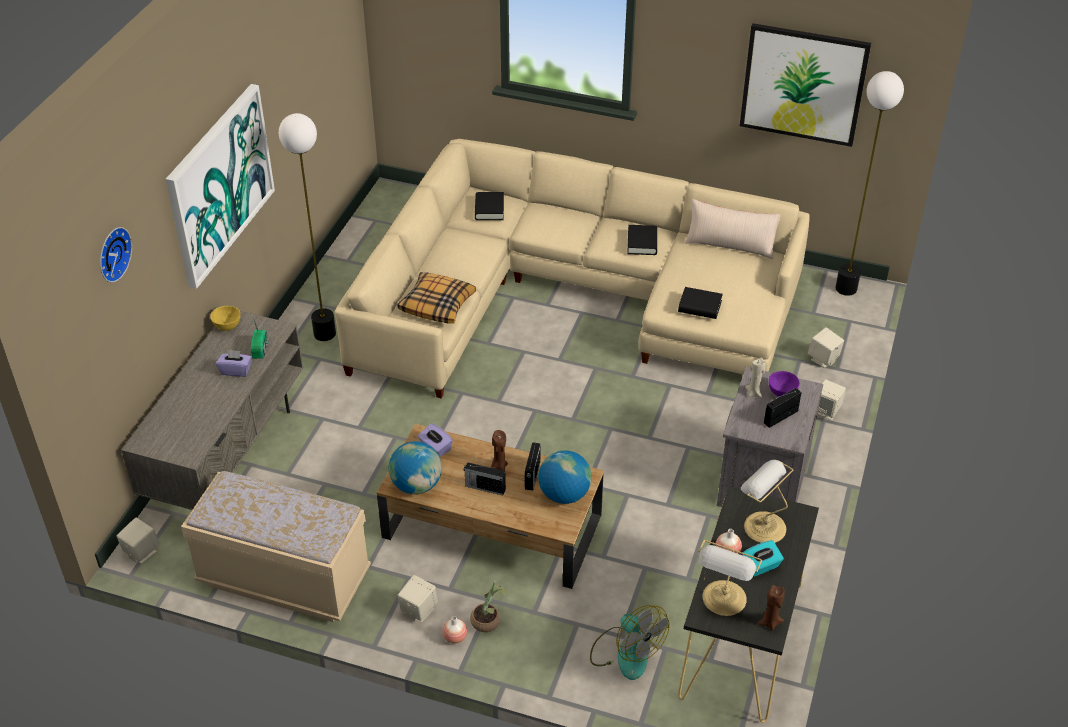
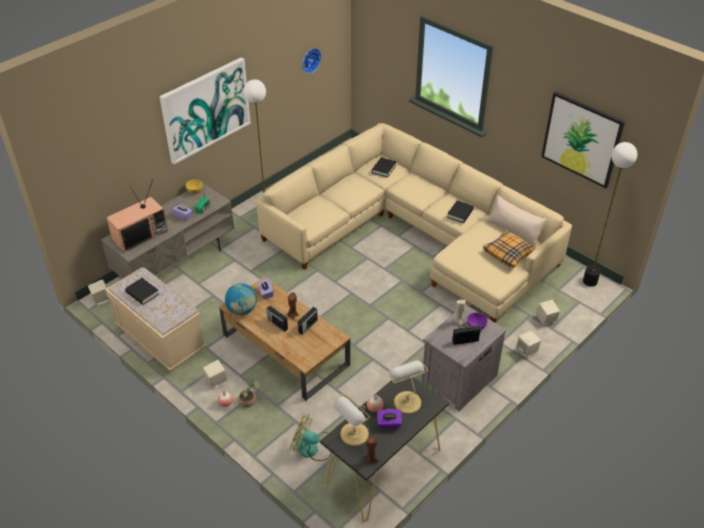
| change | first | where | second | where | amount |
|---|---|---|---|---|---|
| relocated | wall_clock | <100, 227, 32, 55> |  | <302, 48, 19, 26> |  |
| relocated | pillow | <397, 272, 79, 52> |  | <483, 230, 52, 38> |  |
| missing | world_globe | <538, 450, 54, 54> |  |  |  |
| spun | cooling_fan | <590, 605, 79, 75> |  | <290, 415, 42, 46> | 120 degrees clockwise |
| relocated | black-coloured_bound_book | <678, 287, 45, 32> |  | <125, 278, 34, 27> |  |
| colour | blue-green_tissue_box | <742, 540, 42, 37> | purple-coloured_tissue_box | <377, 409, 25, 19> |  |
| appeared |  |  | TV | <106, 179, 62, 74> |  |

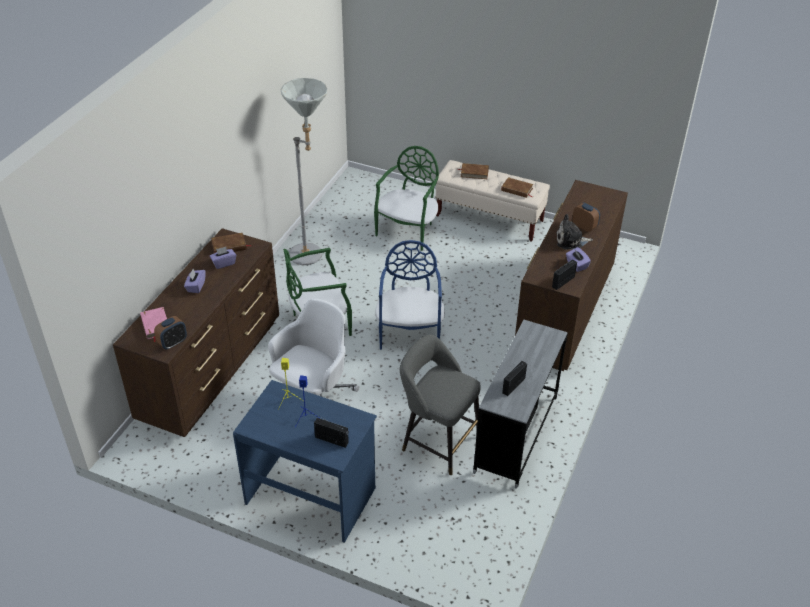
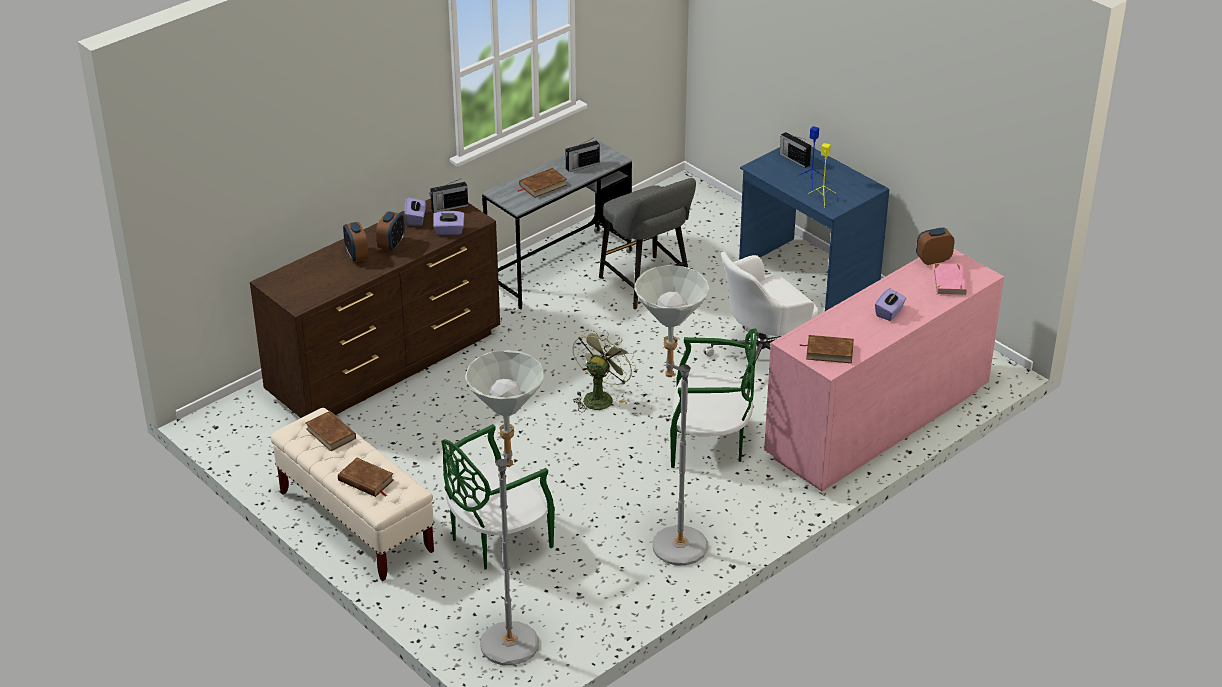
| change | first | where | second | where | amount |
|---|---|---|---|---|---|
| colour | brown-coloured_dresser | <113, 228, 166, 209> | pink_dresser | <764, 249, 240, 242> |  |
| relocated | purple-coloured_tissue_box | <210, 247, 26, 22> |  | <433, 211, 31, 24> |  |
| exchanged | bluish_chair | <375, 240, 70, 110> | green_cooling_fan | <573, 329, 63, 83> |  |
| exchanged | plush_toy | <556, 214, 37, 35> | bedside_clock | <376, 211, 29, 40> |  |
| appeared |  |  | grey_standard_lamp | <465, 350, 79, 315> |  |
| appeared |  |  | brown-coloured_bound_book | <518, 168, 49, 30> |  |

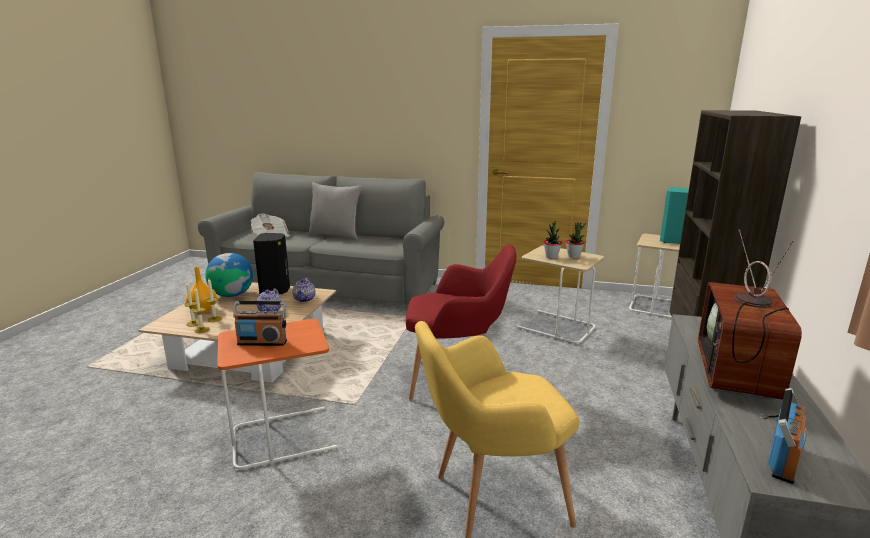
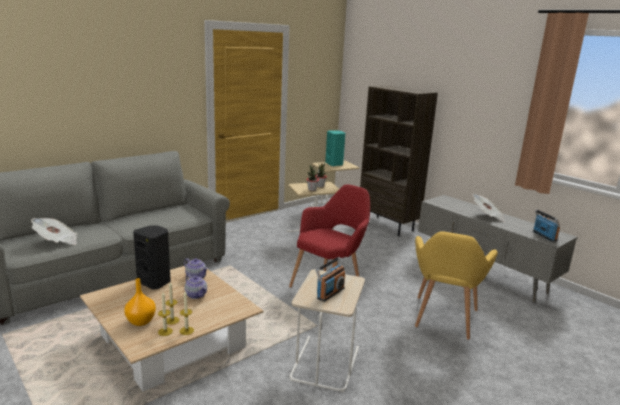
| change | first | where | second | where | amount |
|---|---|---|---|---|---|
| missing | world_globe | <206, 253, 47, 44> |  |  |  |
| colour | orange-coloured_accent_table | <217, 319, 120, 152> | sand-coloured_accent_table | <290, 269, 75, 123> |  |
| missing | grey_pillow | <308, 182, 54, 58> |  |  |  |
| exchanged | TV | <698, 229, 104, 190> | daily_paper | <472, 194, 32, 28> |  |

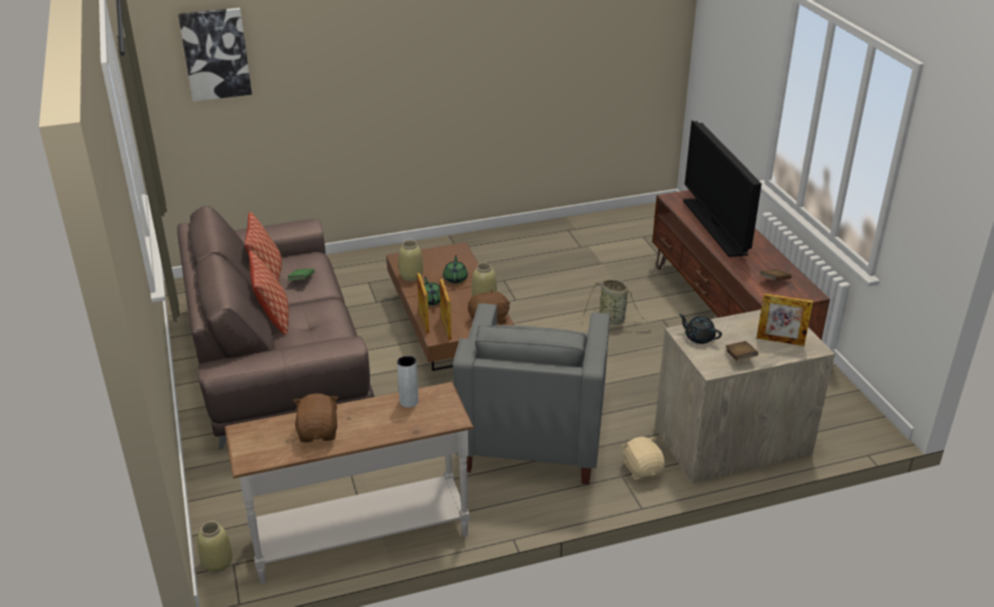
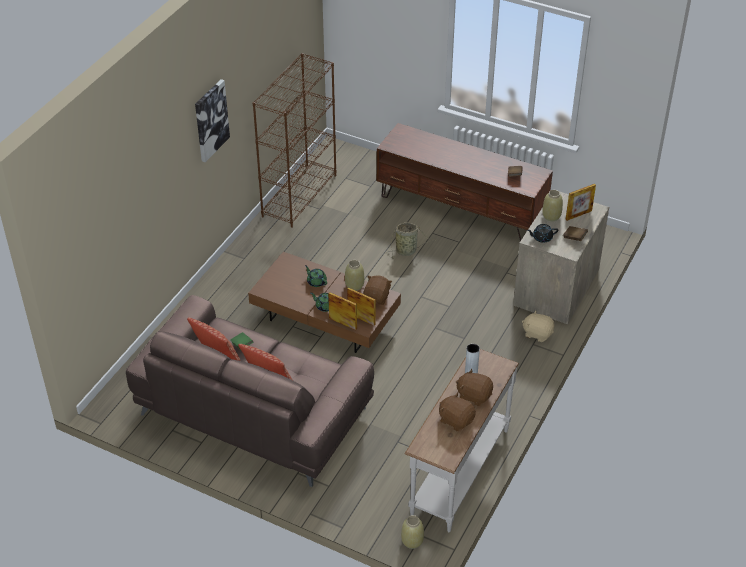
| change | first | where | second | where | amount |
|---|---|---|---|---|---|
| relocated | wall_picture | <178, 8, 74, 93> |  | <195, 79, 35, 83> |  |
| relocated | sand-coloured_vase | <399, 240, 24, 41> |  | <542, 190, 21, 31> |  |
| missing | grey_lounge_chair | <453, 303, 157, 181> |  |  |  |
| missing | TV | <683, 121, 79, 136> |  |  |  |
| appeared |  |  | brown-coloured_shelving_unit | <253, 53, 84, 175> |  |
| appeared |  |  | brown-coloured_plush_toy | <456, 368, 37, 38> |  |

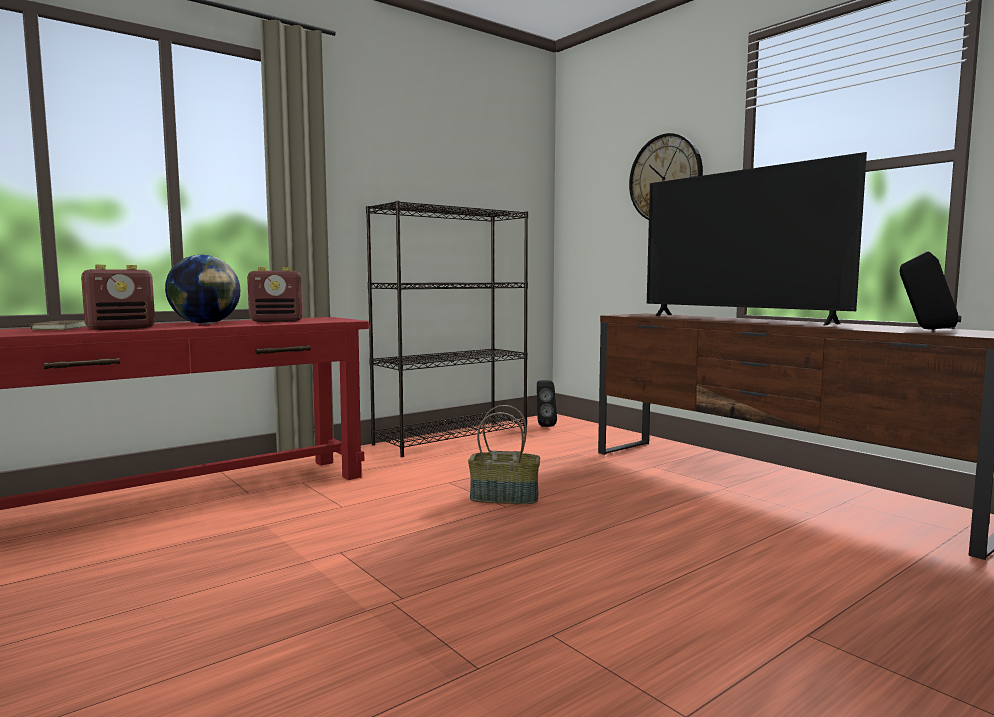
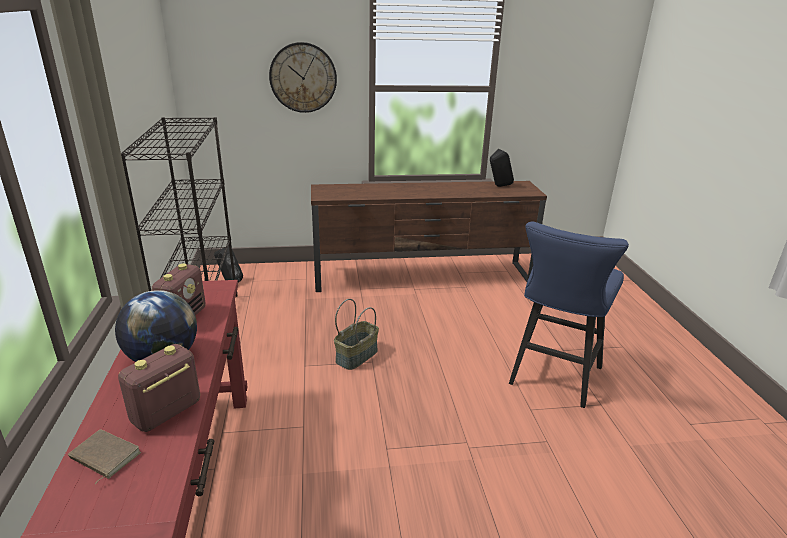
| change | first | where | second | where | amount |
|---|---|---|---|---|---|
| spun | radio_set | <81, 265, 74, 65> |  | <118, 344, 82, 88> | 135 degrees counterclockwise |
| missing | TV | <647, 152, 220, 173> |  |  |  |
| appeared |  |  | bluish_stool | <509, 222, 120, 186> |  |

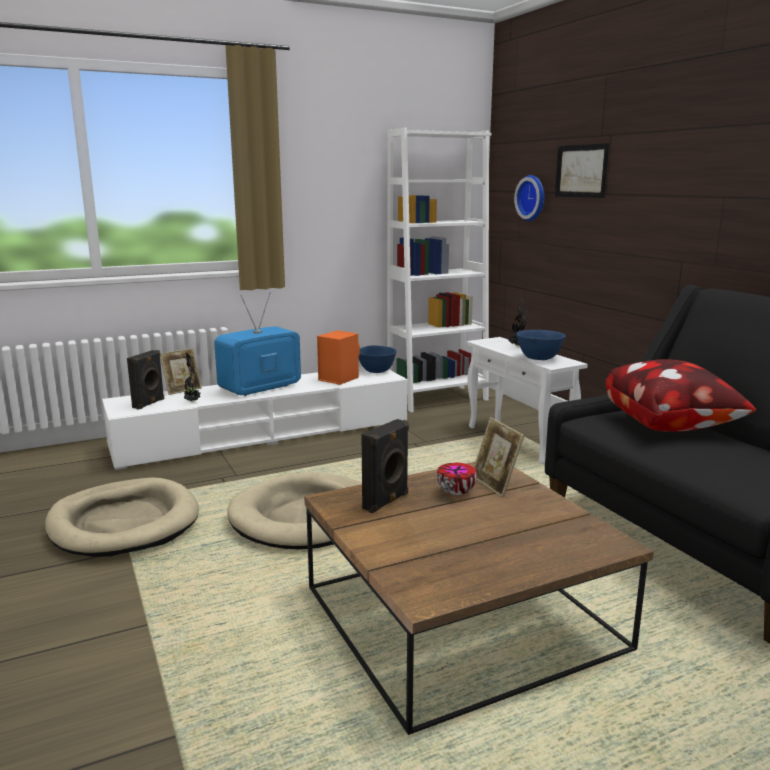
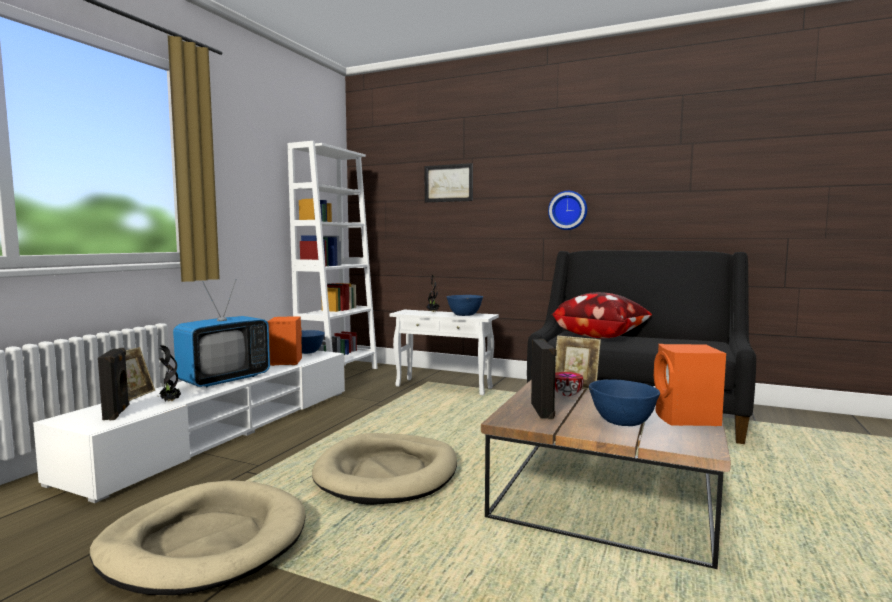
| change | first | where | second | where | amount |
|---|---|---|---|---|---|
| spun | TV | <214, 292, 87, 104> |  | <173, 279, 97, 108> | 150 degrees counterclockwise |
| relocated | wall_clock | <514, 175, 31, 46> |  | <548, 191, 39, 39> |  |
| appeared |  |  | bluish_bowl | <589, 379, 71, 47> |  |
| appeared |  |  | orange-coloured_speaker | <654, 344, 72, 82> |  |

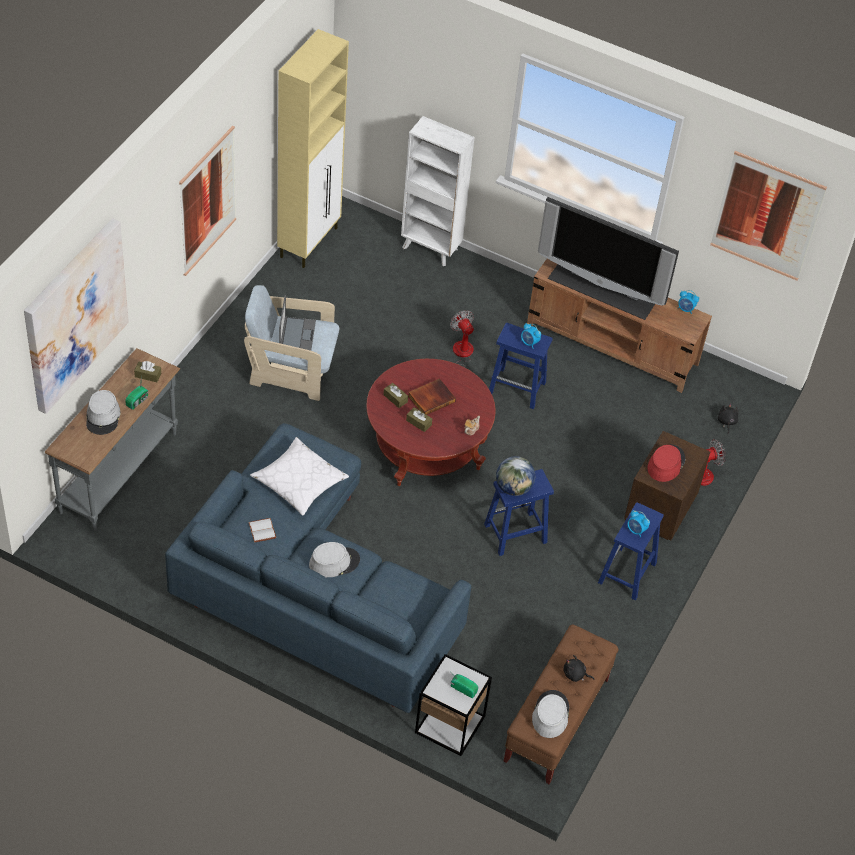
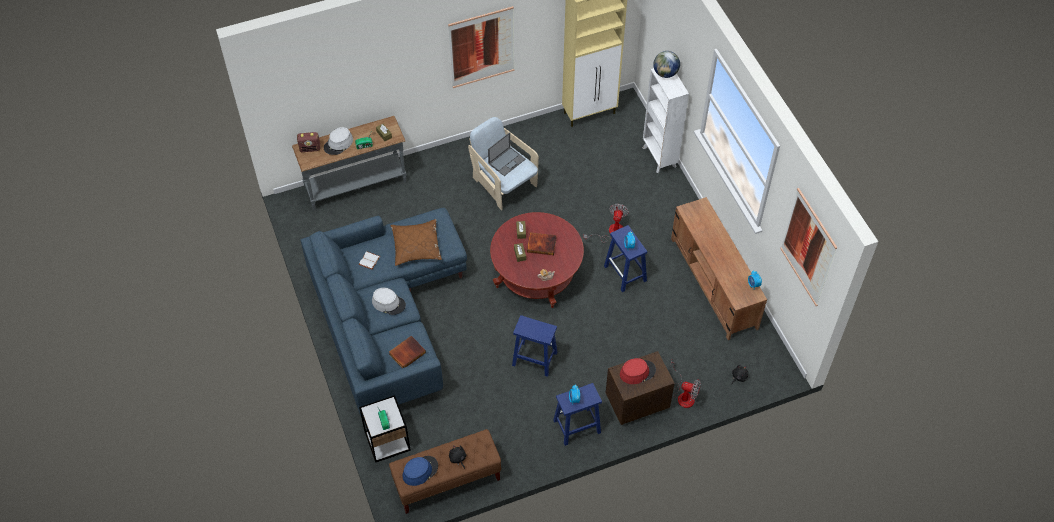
| change | first | where | second | where | amount |
|---|---|---|---|---|---|
| missing | wall_picture | <24, 218, 105, 196> |  |  |  |
| colour | white-coloured_pillow | <250, 437, 99, 79> | brown-coloured_pillow | <390, 219, 52, 47> |  |
| relocated | world_globe | <496, 456, 39, 40> |  | <653, 51, 27, 27> |  |
| colour | grey_wearable_hat | <532, 690, 37, 48> | bluish_wearable_hat | <403, 456, 35, 30> |  |
| missing | TV | <538, 197, 141, 123> |  |  |  |
| appeared |  |  | radio_set | <297, 132, 23, 20> |  |
| appeared |  |  | bound_book | <389, 336, 37, 32> |  |

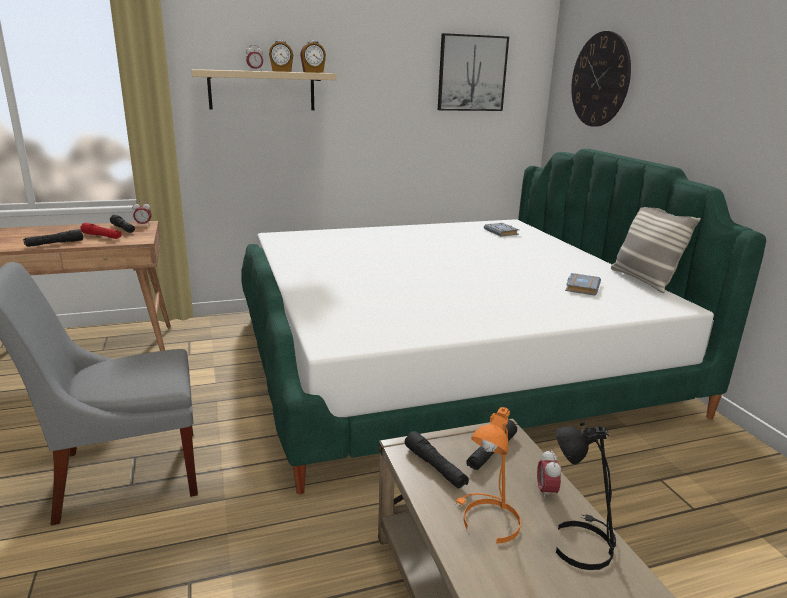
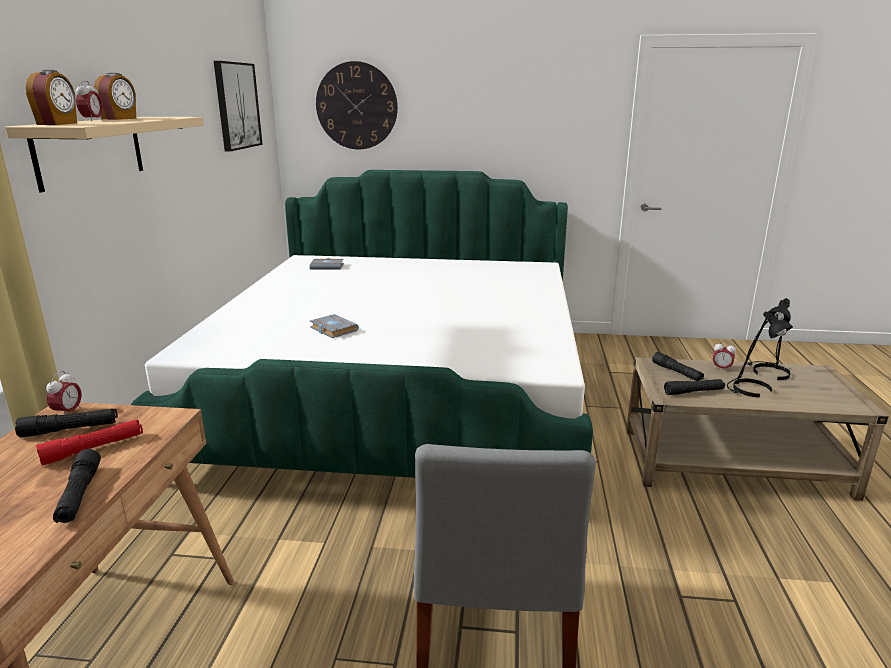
| change | first | where | second | where | amount |
|---|---|---|---|---|---|
| relocated | bedside_clock | <300, 41, 26, 32> |  | <26, 70, 51, 55> |  |
| colour | orange-coloured_table_lamp | <456, 407, 65, 137> | black-coloured_table_lamp | <727, 311, 66, 87> |  |
| relocated | grey_bound_book | <565, 273, 36, 23> |  | <310, 314, 49, 24> |  |
| missing | pillow | <611, 207, 90, 86> |  |  |  |

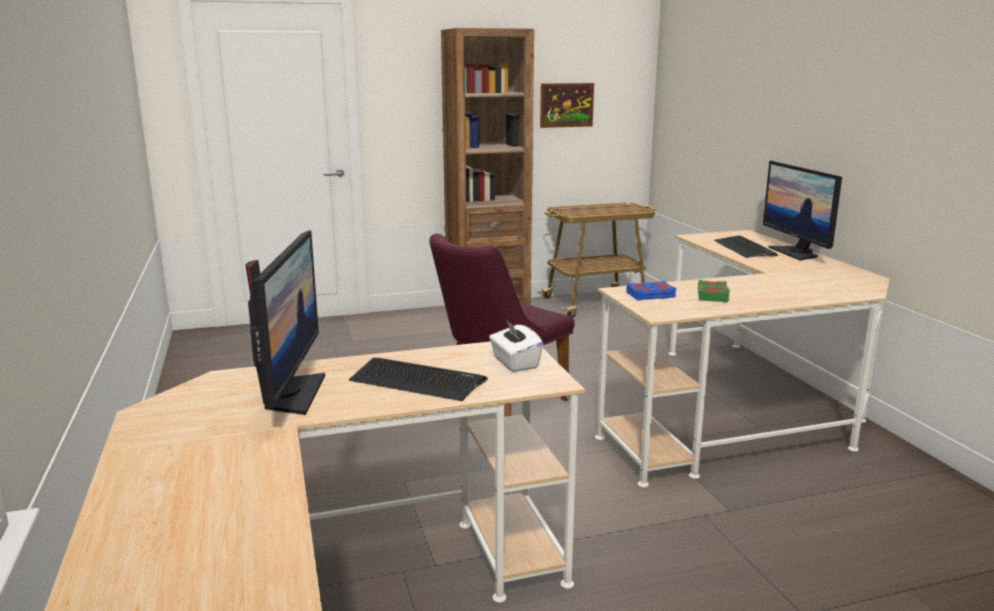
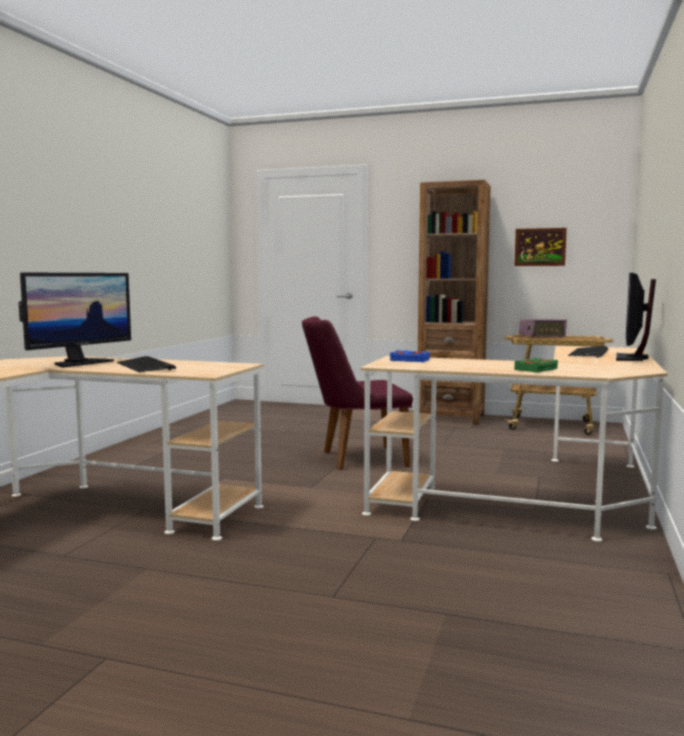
| change | first | where | second | where | amount |
|---|---|---|---|---|---|
| missing | white-coloured_tissue_box | <489, 319, 54, 53> |  |  |  |
| relocated | green_bound_book | <698, 280, 32, 22> |  | <514, 358, 44, 14> |  |
| appeared |  |  | radio_set | <519, 319, 48, 18> |  |

